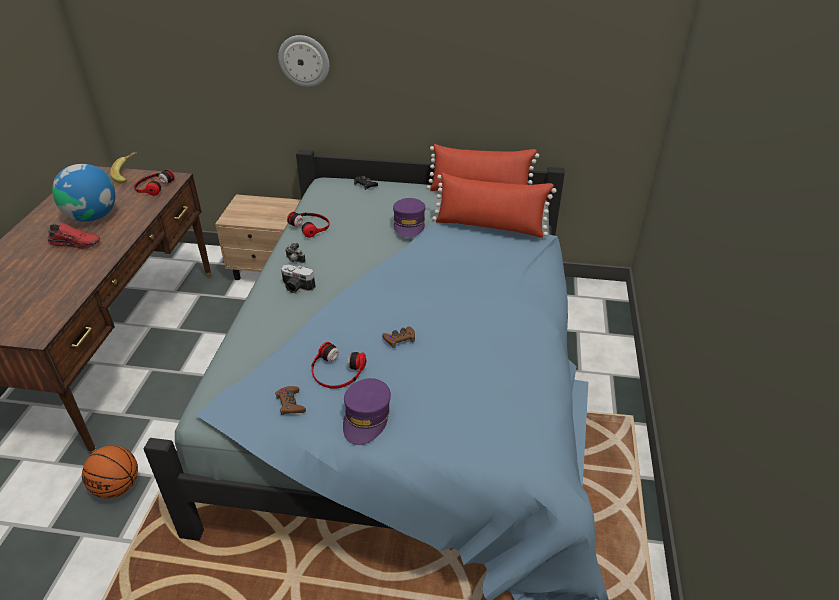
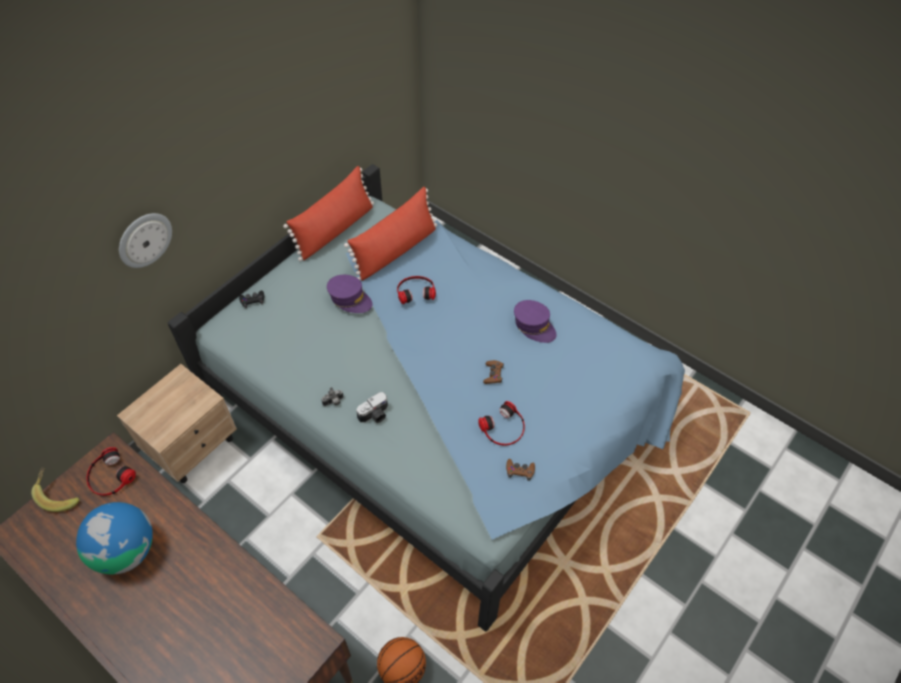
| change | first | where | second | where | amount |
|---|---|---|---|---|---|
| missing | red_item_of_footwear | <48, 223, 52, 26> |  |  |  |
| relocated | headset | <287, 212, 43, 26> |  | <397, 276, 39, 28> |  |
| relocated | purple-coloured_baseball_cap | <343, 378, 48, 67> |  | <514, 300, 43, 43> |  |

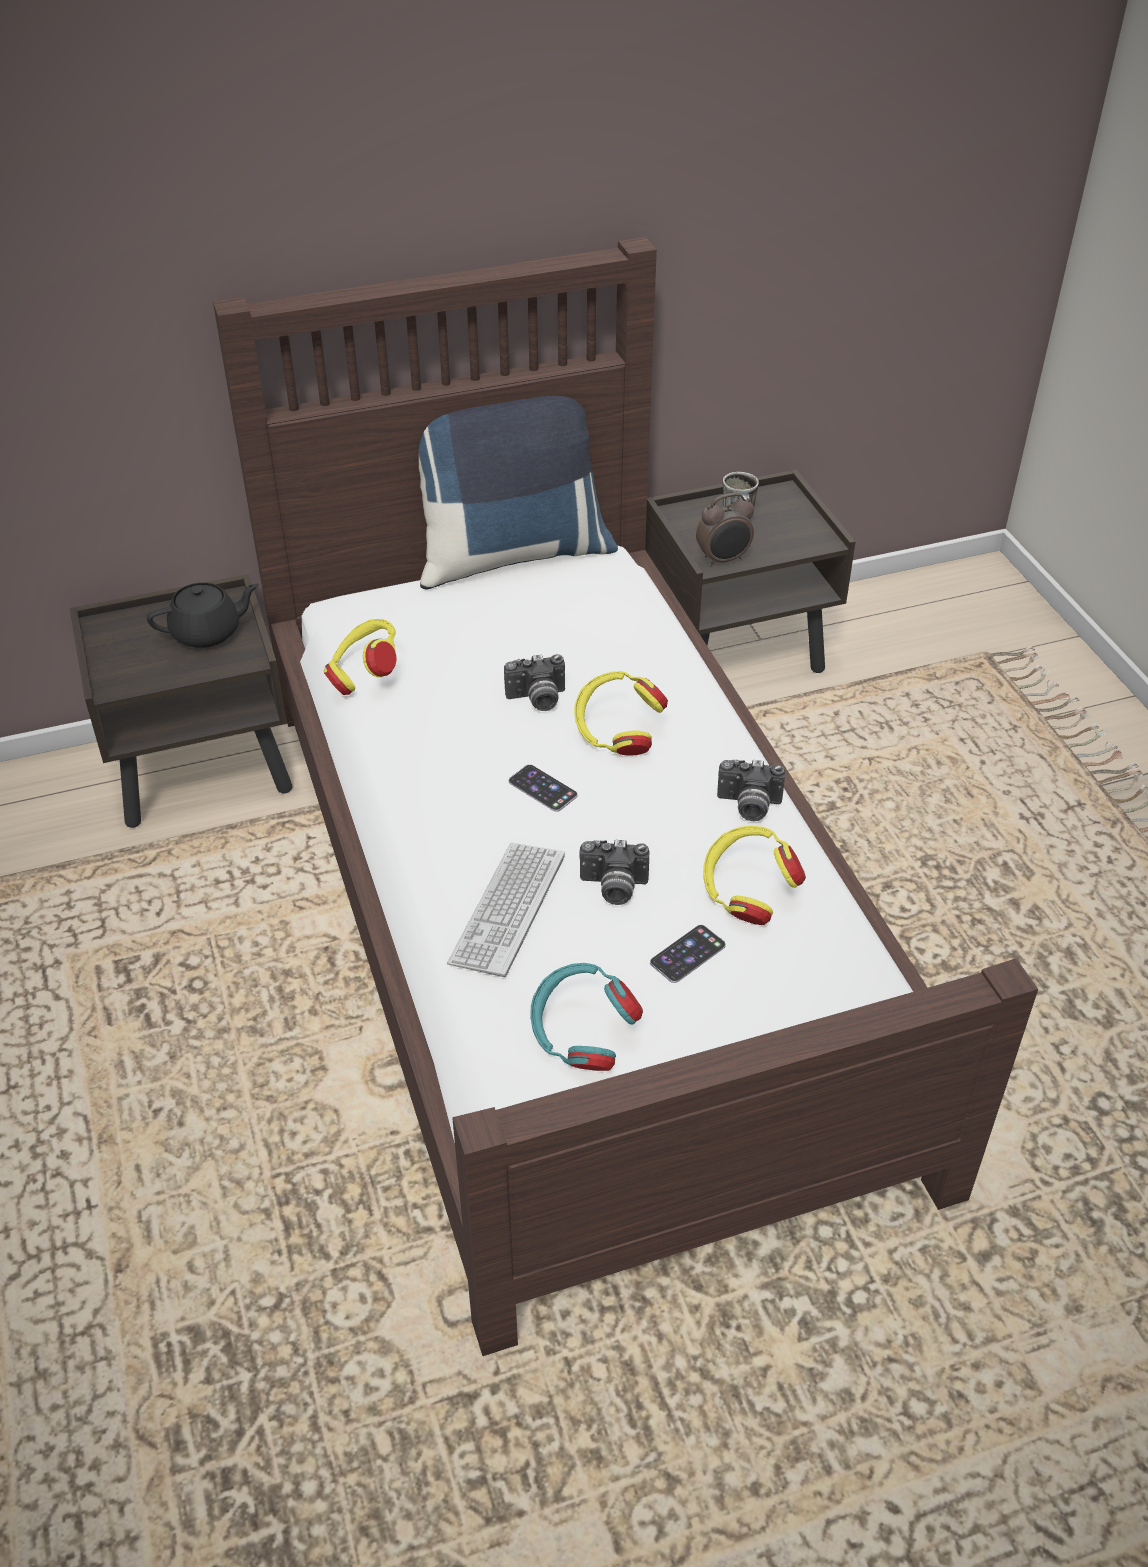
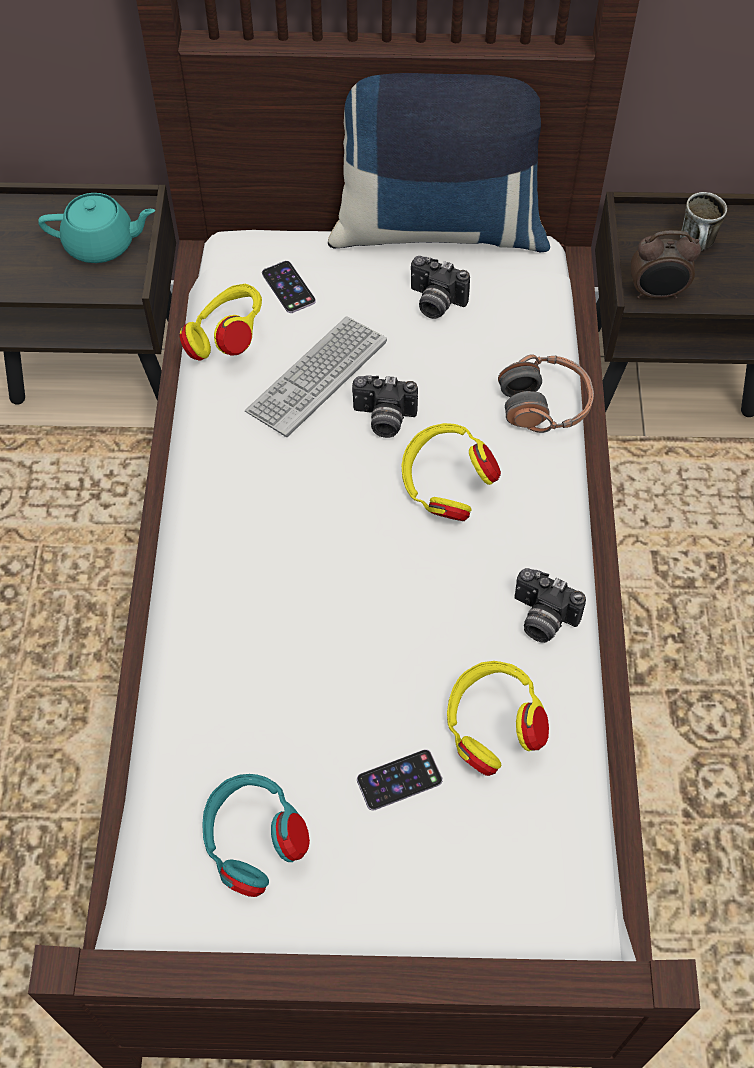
| change | first | where | second | where | amount |
|---|---|---|---|---|---|
| colour | black-coloured_pot_for_tea | <147, 582, 112, 66> | blue-green_pot_for_tea | <38, 193, 117, 70> |  |
| relocated | keyboard | <447, 843, 118, 134> |  | <245, 317, 142, 120> |  |
| relocated | phone | <509, 764, 69, 48> |  | <262, 261, 54, 52> |  |
| relocated | photo_camera | <580, 840, 69, 65> |  | <411, 256, 59, 63> |  |
| appeared |  |  | headset | <498, 354, 96, 79> |  |

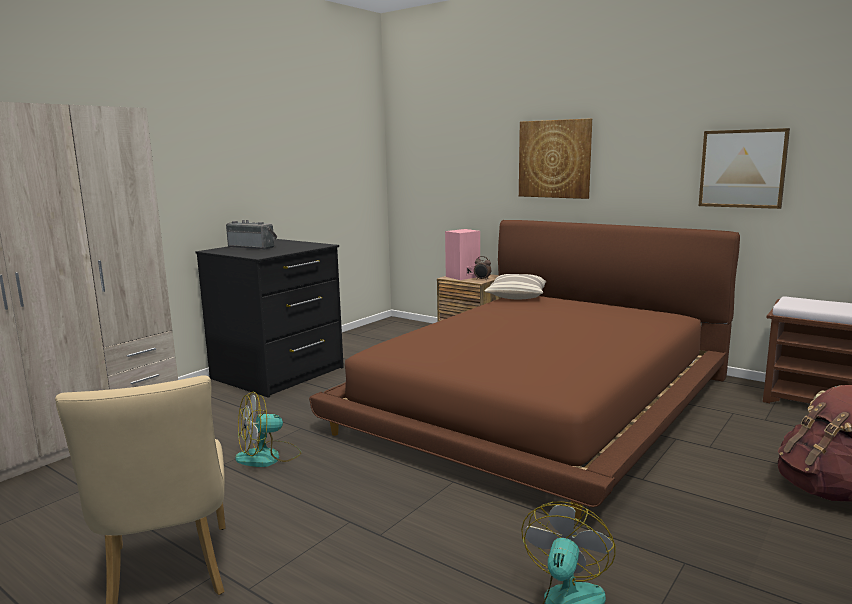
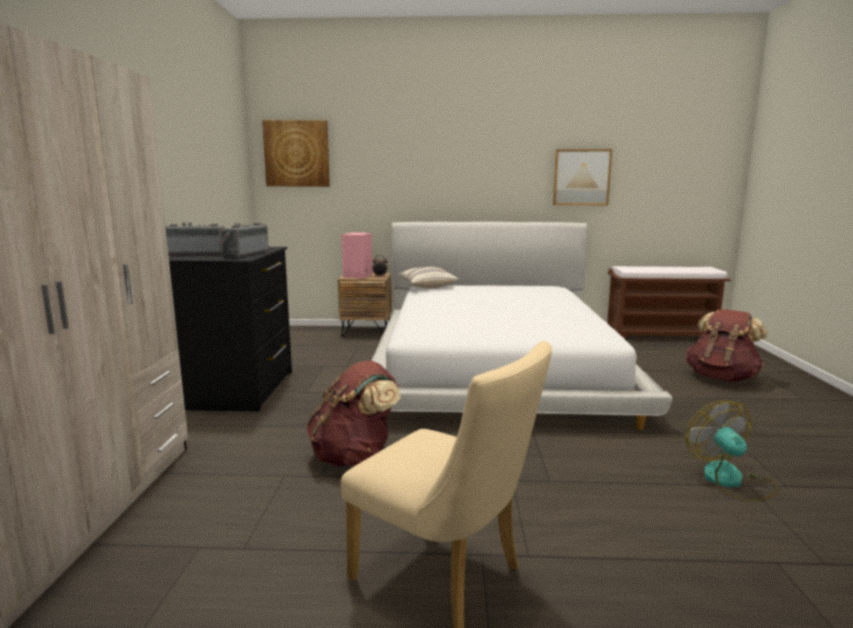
| change | first | where | second | where | amount |
|---|---|---|---|---|---|
| exchanged | cooling_fan | <235, 391, 66, 76> | brown-coloured_knapsack | <306, 361, 94, 105> |  |
| colour | brown-coloured_bedroom_bed | <309, 220, 431, 299> | white-coloured_bedroom_bed | <372, 222, 300, 208> |  |
| relocated | wall_picture | <519, 118, 73, 81> |  | <262, 120, 68, 67> |  |
| appeared |  |  | radio_set | <217, 223, 52, 34> |  |

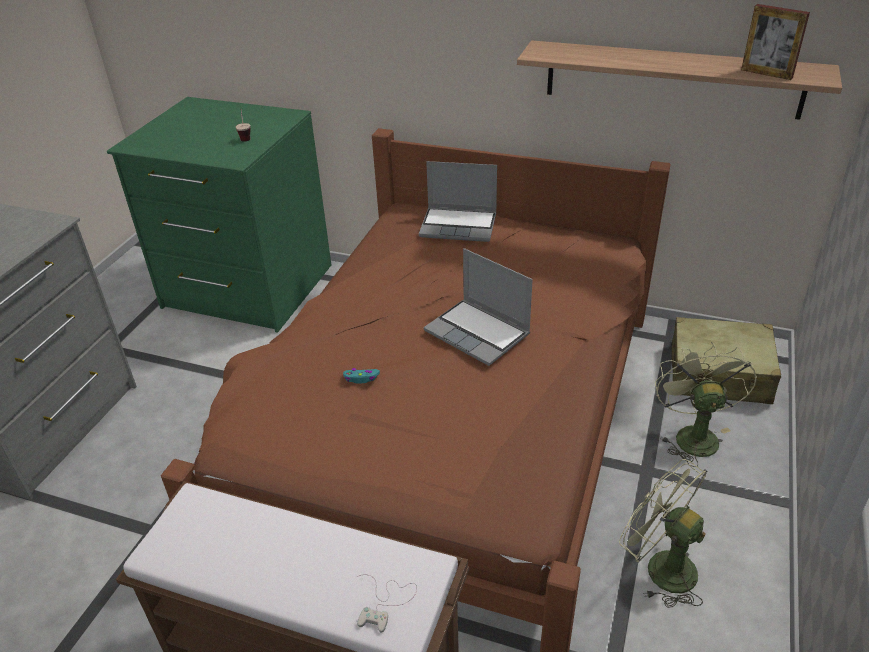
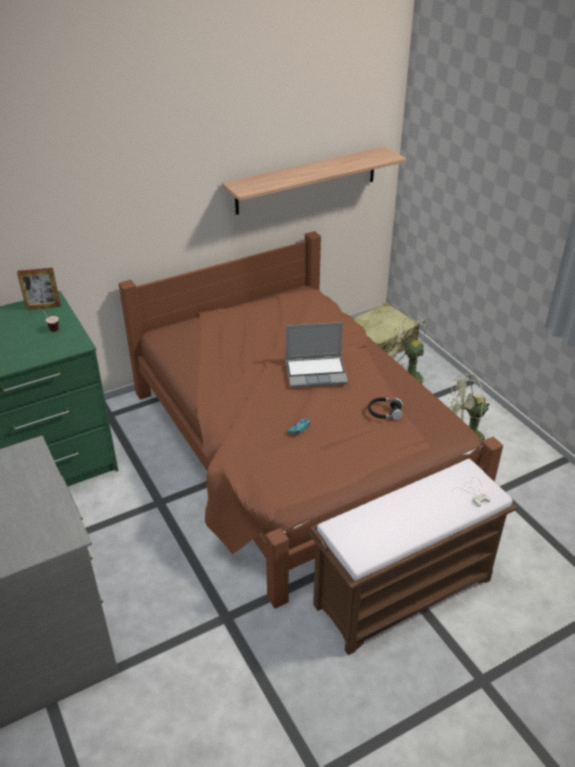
| change | first | where | second | where | amount |
|---|---|---|---|---|---|
| missing | notebook_computer | <419, 161, 78, 81> |  |  |  |
| relocated | picture_frame | <741, 4, 69, 76> |  | <17, 268, 44, 42> |  |
| appeared |  |  | black-coloured_headset | <368, 397, 35, 23> |  |

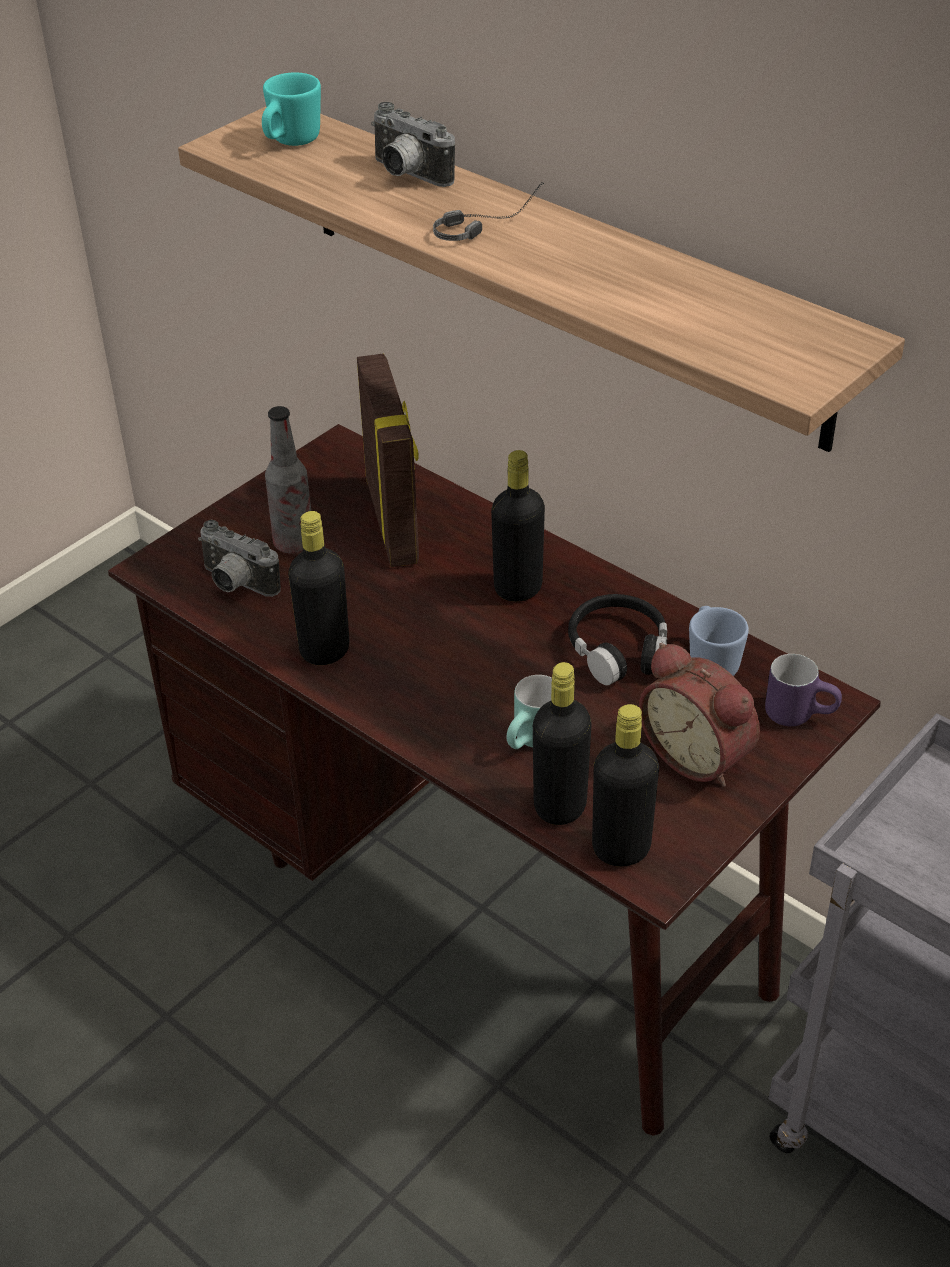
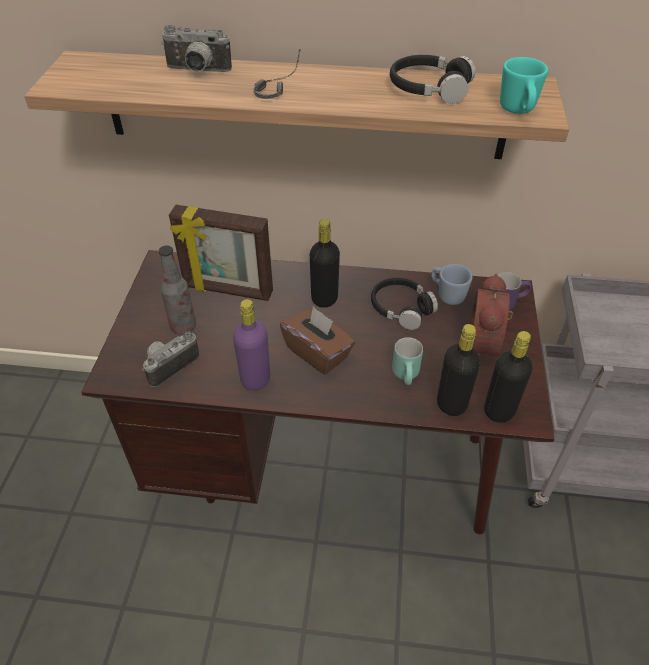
| change | first | where | second | where | amount |
|---|---|---|---|---|---|
| spun | photo_camera | <198, 520, 83, 77> |  | <142, 331, 57, 56> | 135 degrees clockwise |
| relocated | blue-green_coffee_mug | <262, 72, 59, 74> |  | <500, 57, 48, 57> |  |
| colour | black-coloured_drink_bottle | <288, 511, 62, 154> | purple-coloured_drink_bottle | <233, 299, 37, 92> |  |
| spun | picture_frame | <357, 354, 62, 213> |  | <169, 205, 104, 96> | 150 degrees clockwise |
| spun | bedside_clock | <639, 643, 121, 144> |  | <470, 273, 43, 83> | 90 degrees clockwise |
| appeared |  |  | brown-coloured_tissue_box | <280, 306, 75, 69> |  |
| appeared |  |  | black-coloured_headset | <390, 55, 86, 49> |  |

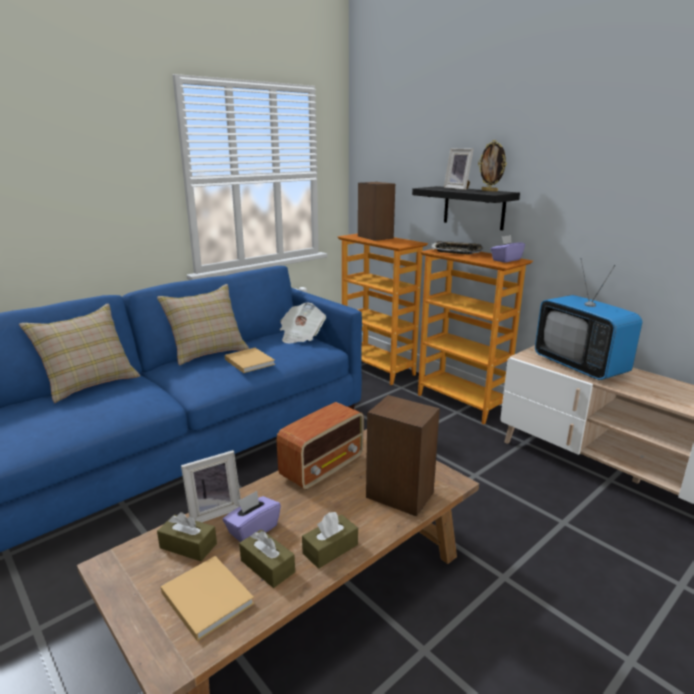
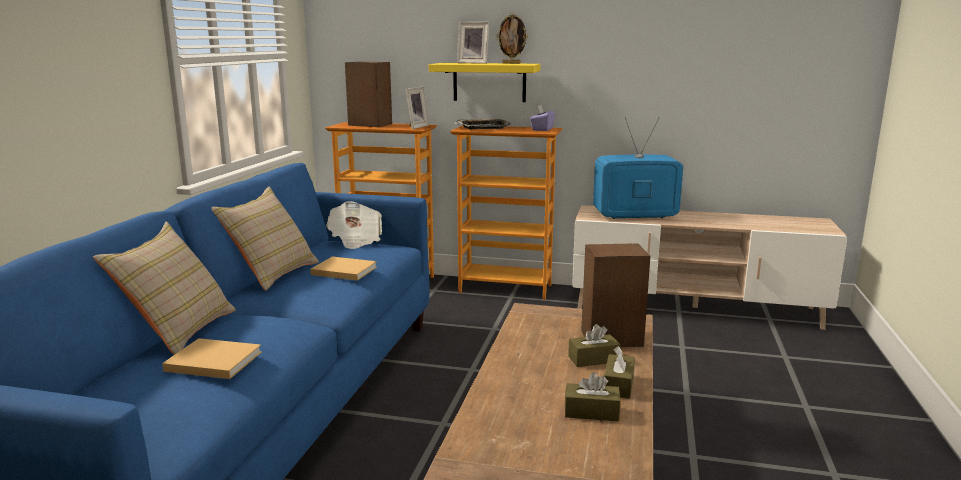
| change | first | where | second | where | amount |
|---|---|---|---|---|---|
| relocated | brown-coloured_tissue_box | <157, 512, 60, 49> |  | <568, 324, 53, 43> |  |
| relocated | sand-coloured_bound_book | <161, 556, 93, 85> |  | <162, 338, 100, 41> |  |
| relocated | picture_frame | <181, 450, 60, 72> |  | <406, 87, 23, 42> |  |
| missing | purple-coloured_tissue_box | <223, 491, 58, 51> |  |  |  |
| missing | radio_set | <277, 402, 87, 88> |  |  |  |
| colour | black-coloured_bracket_shelf | <412, 186, 108, 44> | yellow_bracket_shelf | <429, 63, 111, 39> |  |
| spun | TV | <535, 258, 107, 122> |  | <593, 117, 90, 102> | 150 degrees clockwise |

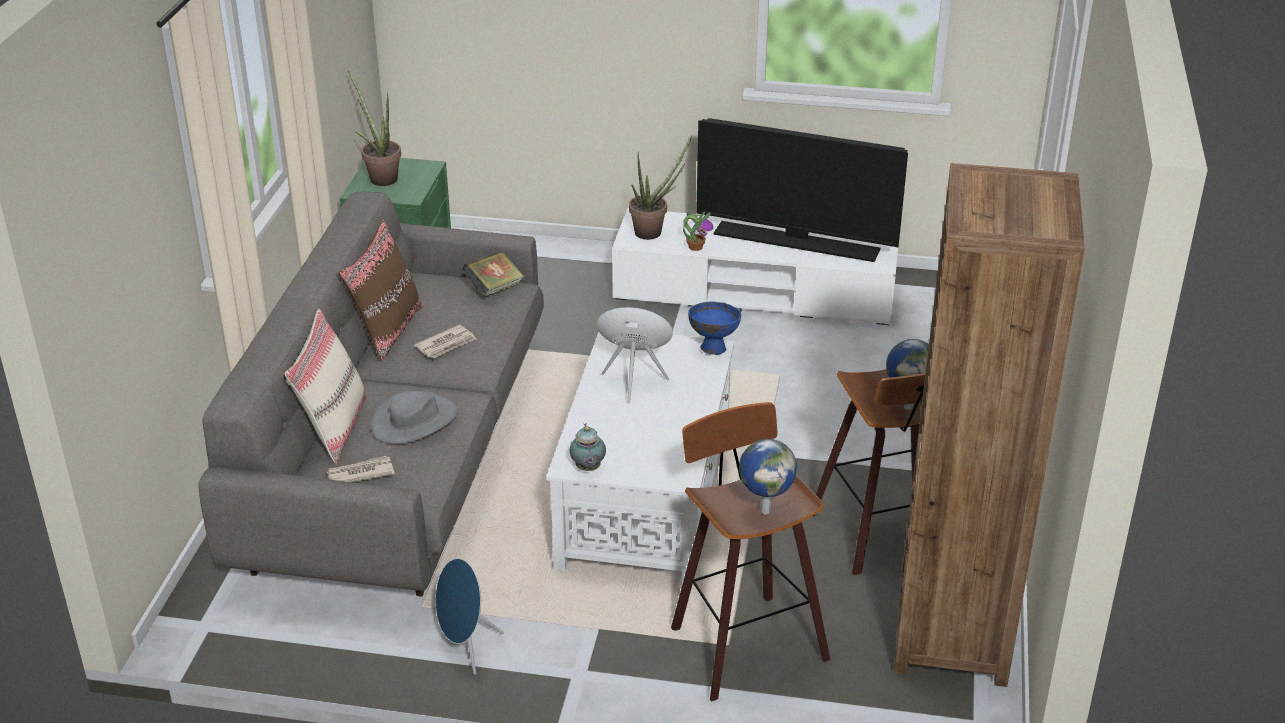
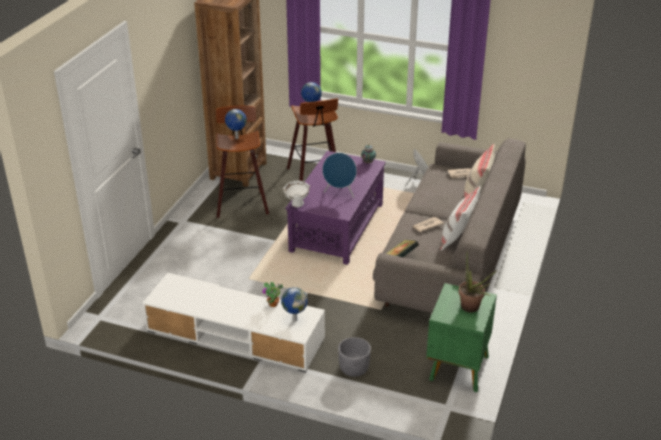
| change | first | where | second | where | amount |
|---|---|---|---|---|---|
| colour | brown-coloured_pillow | <339, 220, 84, 141> | white-coloured_pillow | <440, 186, 41, 65> |  |
| missing | grey_wearable_hat | <371, 391, 87, 53> |  |  |  |
| colour | white-coloured_low_table | <546, 332, 189, 254> | purple-coloured_low_table | <285, 151, 101, 114> |  |
| exchanged | plant_in_a_pot | <629, 135, 63, 105> | world_globe | <281, 287, 27, 35> |  |
| colour | bluish_bowl | <688, 302, 54, 53> | white-coloured_bowl | <283, 181, 27, 26> |  |
| missing | TV | <696, 118, 212, 144> |  |  |  |
| appeared |  |  | grey_plant_pot | <338, 337, 33, 40> |  |

